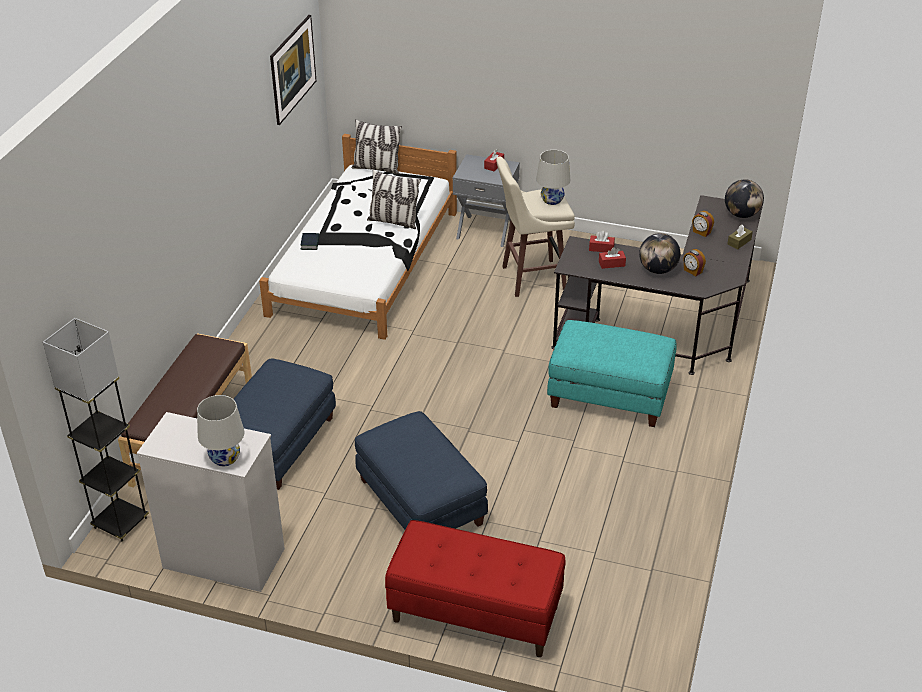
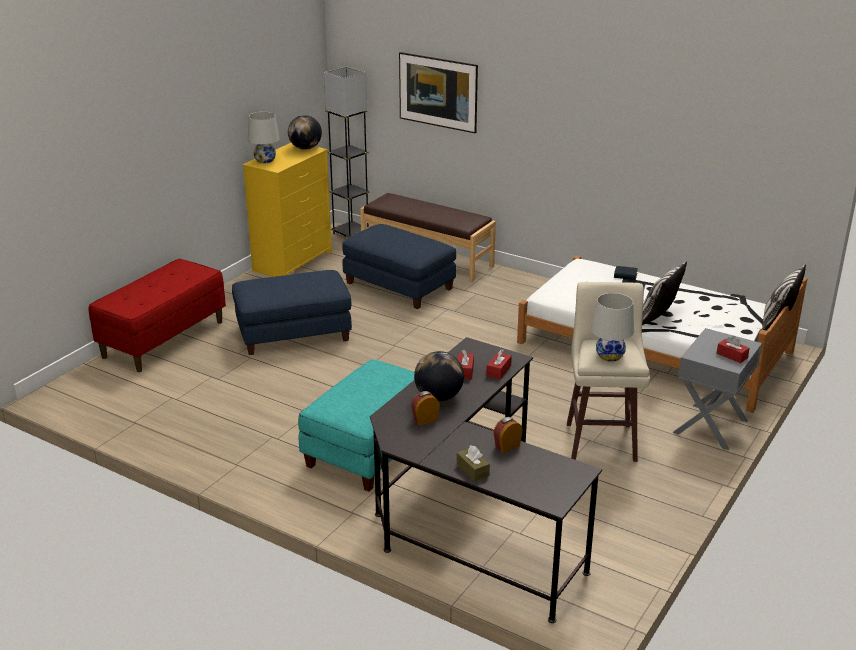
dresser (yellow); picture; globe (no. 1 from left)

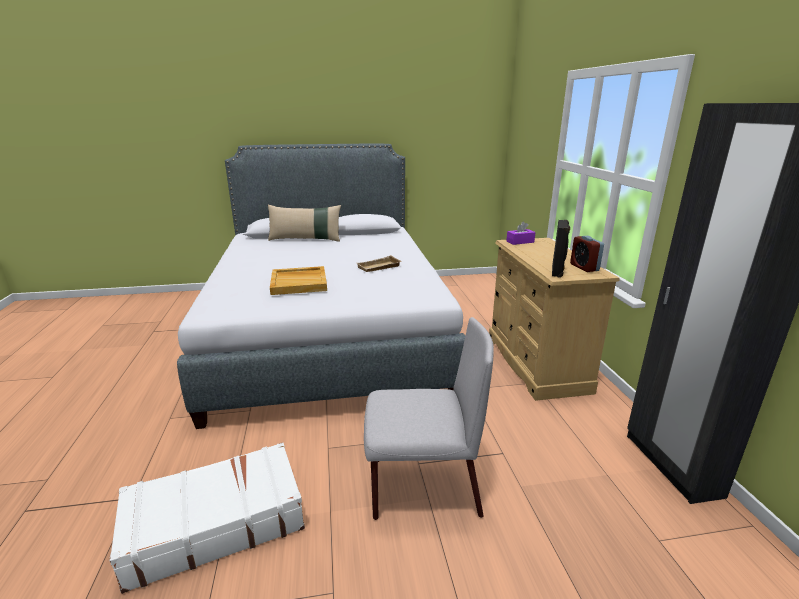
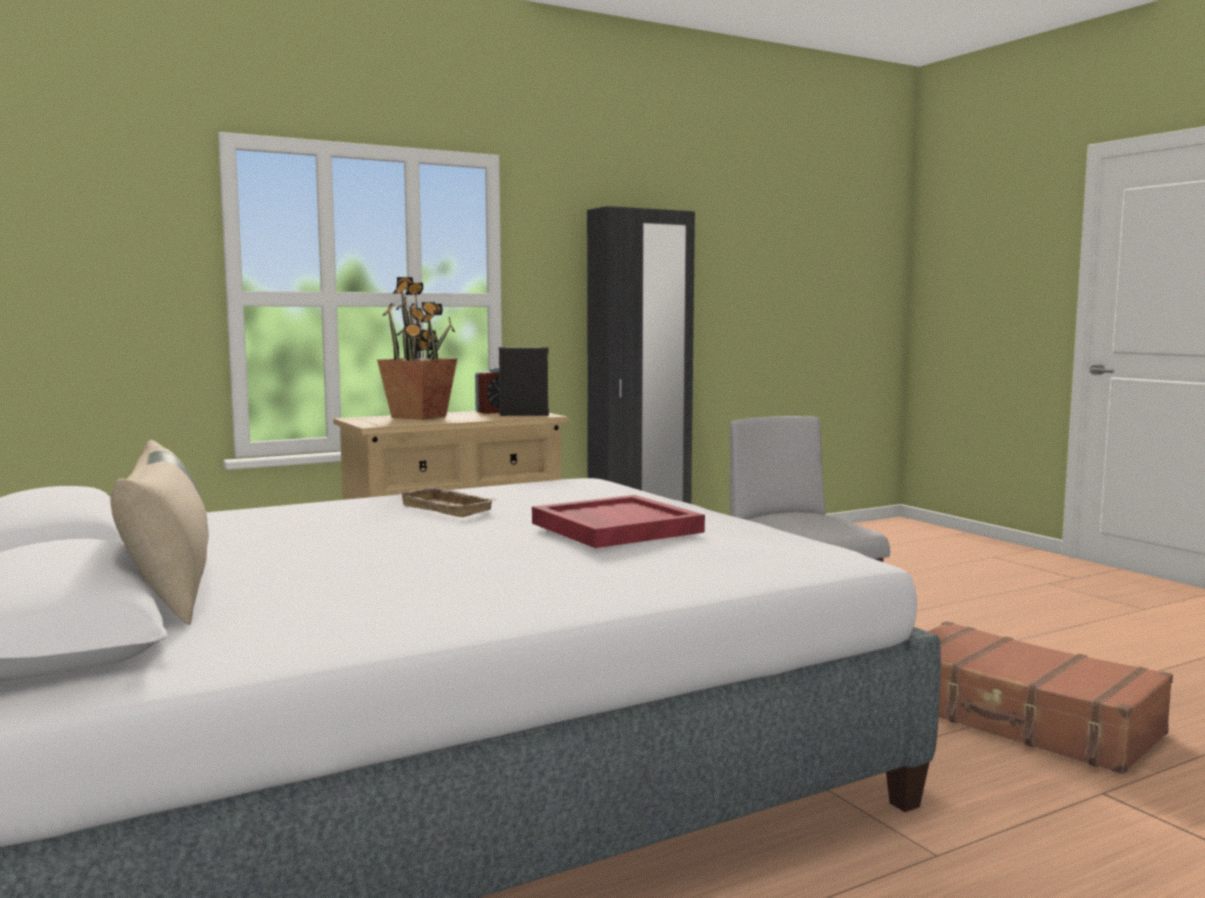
suitcase (brown); tray (red); tissue box (purple); potted plant

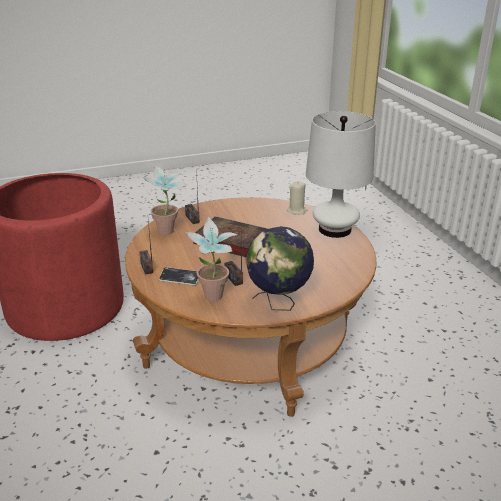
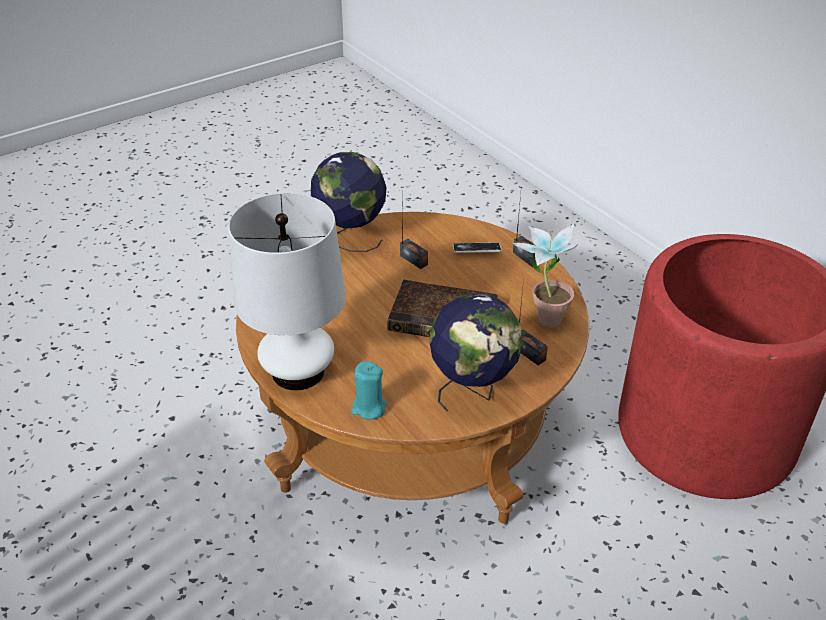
potted plant (no. 2 from left in the first image); candle (turquoise); globe (no. 2 from left)

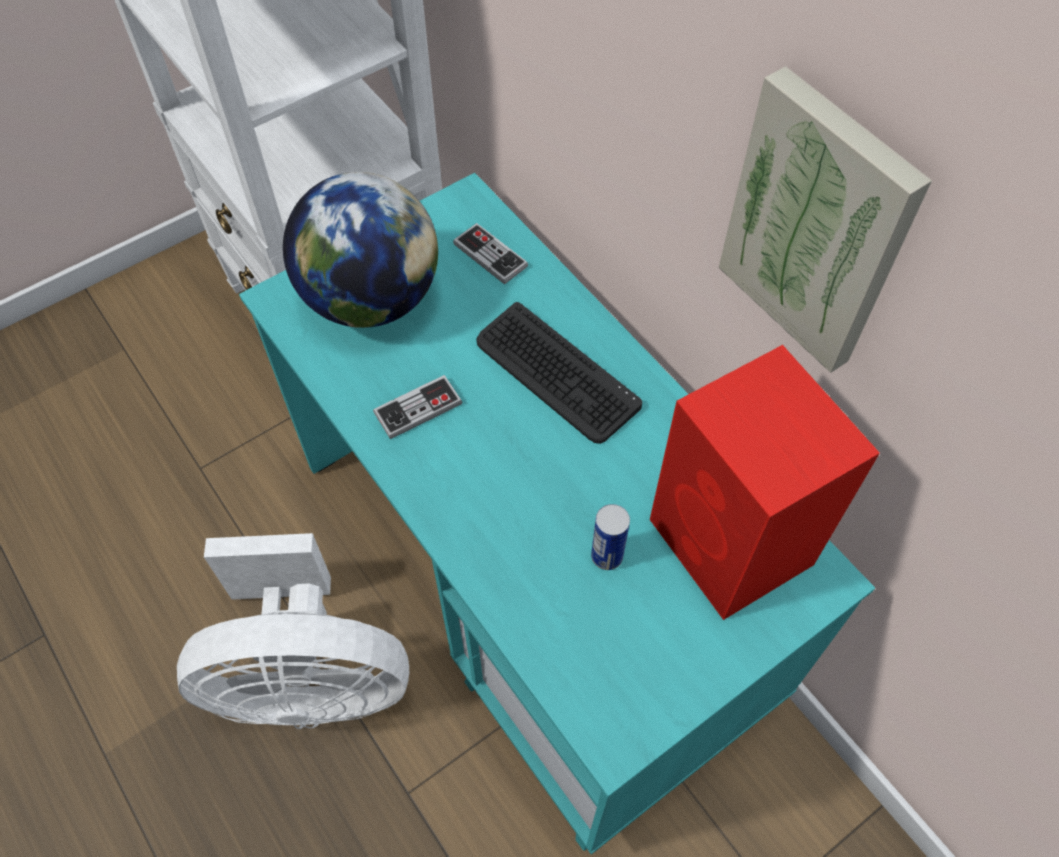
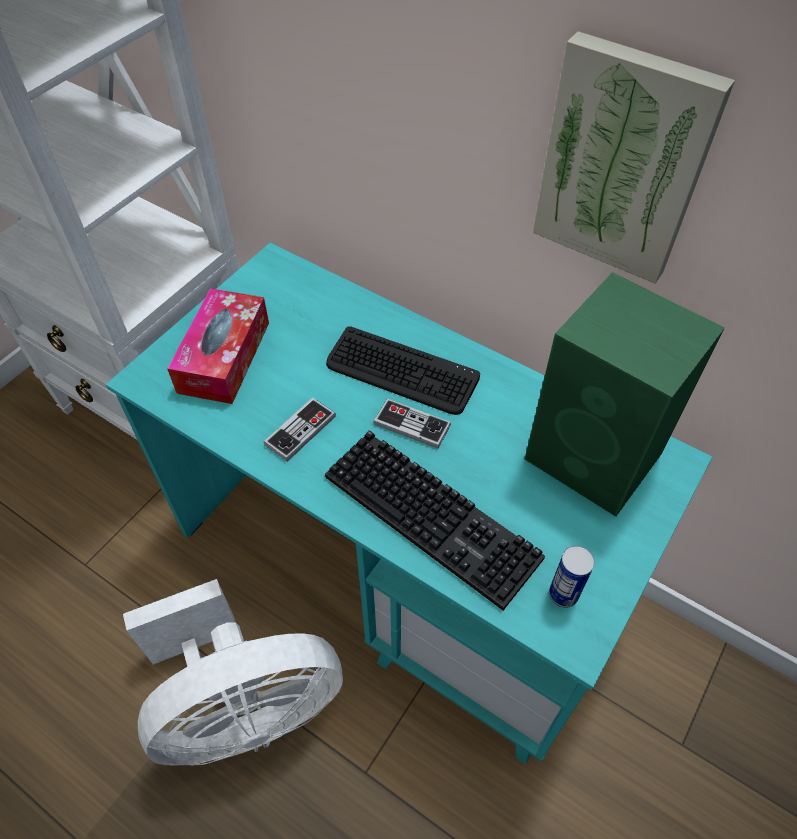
tissue box; game controller (no. 2 from left); can; speaker (green); keyboard (no. 2 from left)

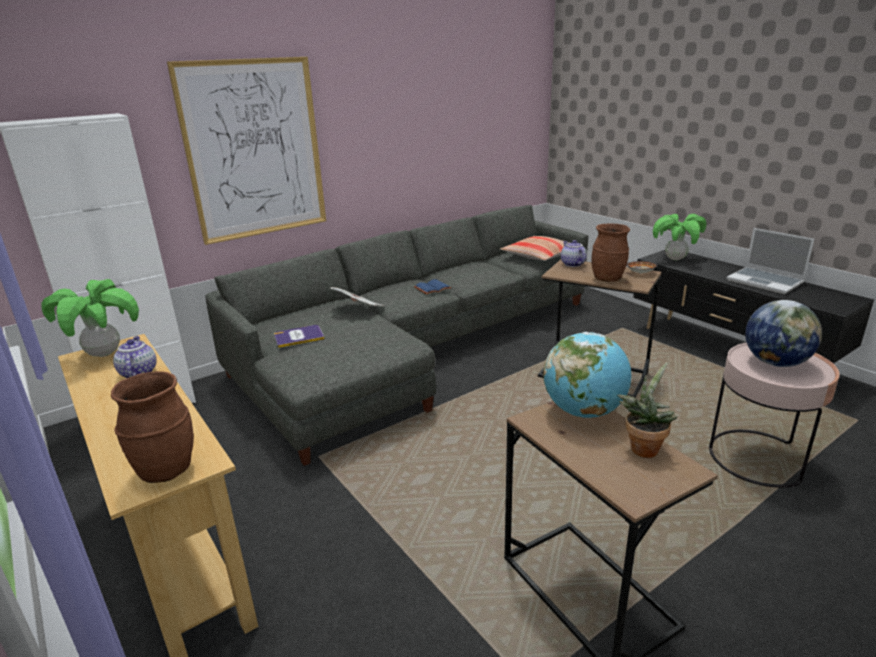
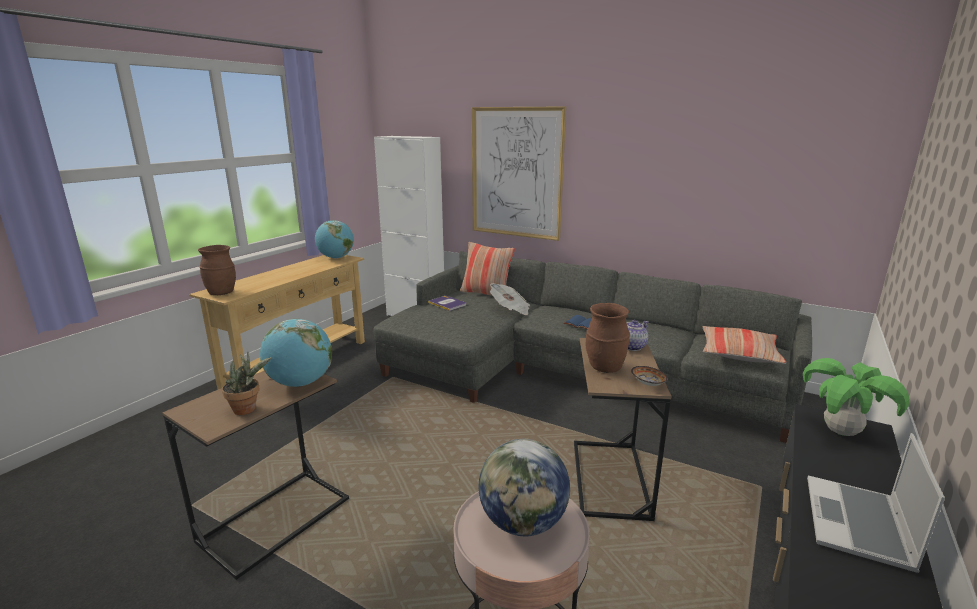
globe (no. 2 from left); teapot (no. 1 from left in the first image); pillow (no. 1 from left)

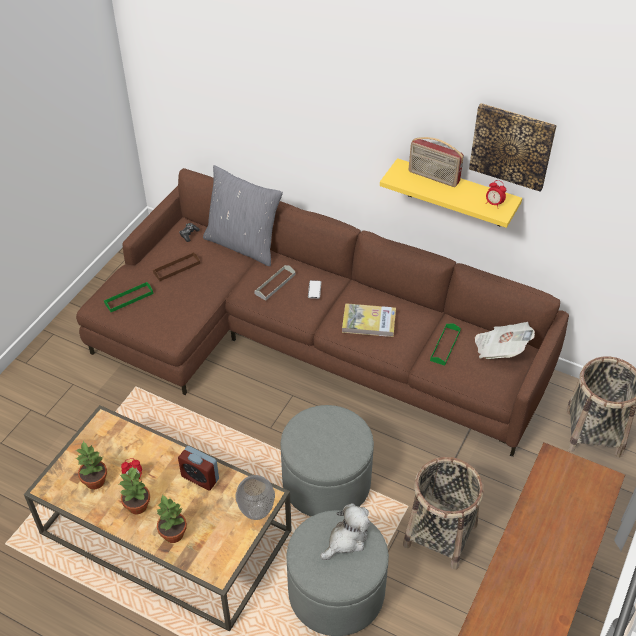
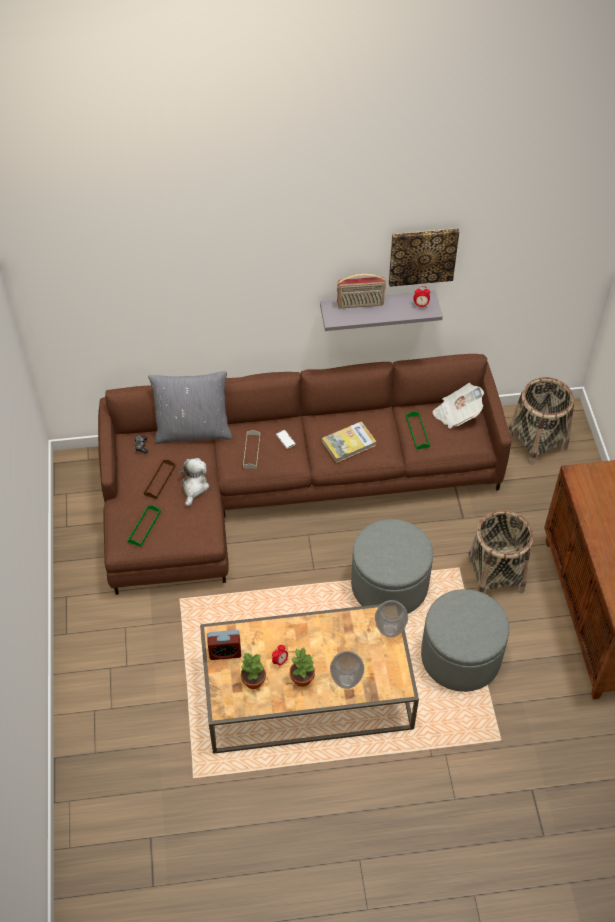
vase (no. 1 from left); alarm clock (no. 1 from left); plush toy; shelf (grey)

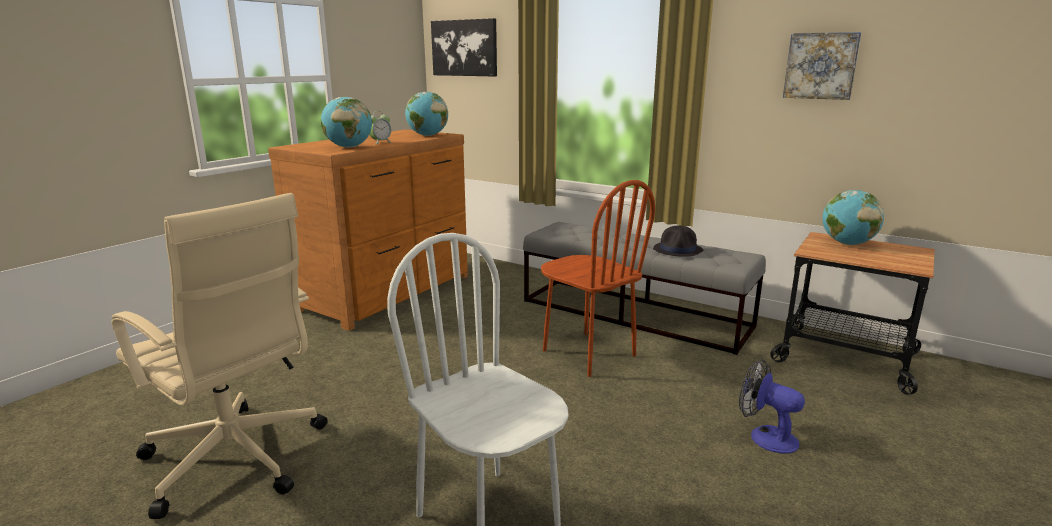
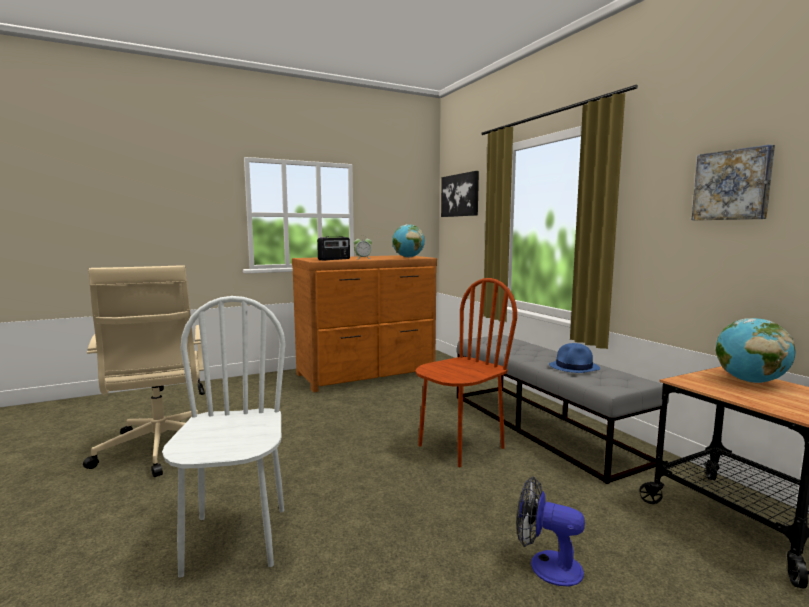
radio; chair (brown); hat (blue); fan

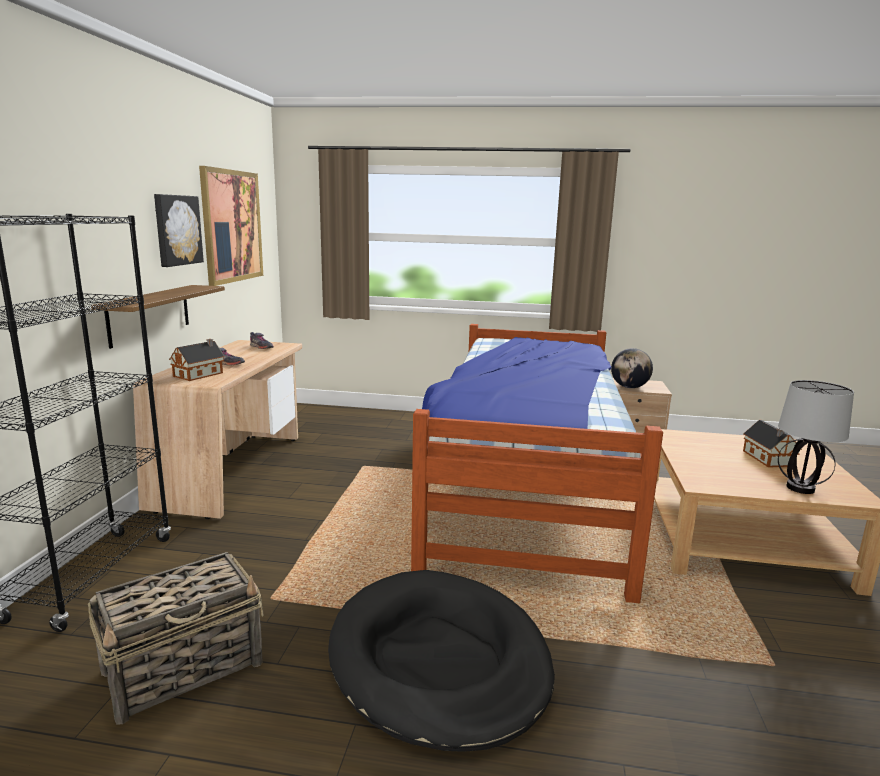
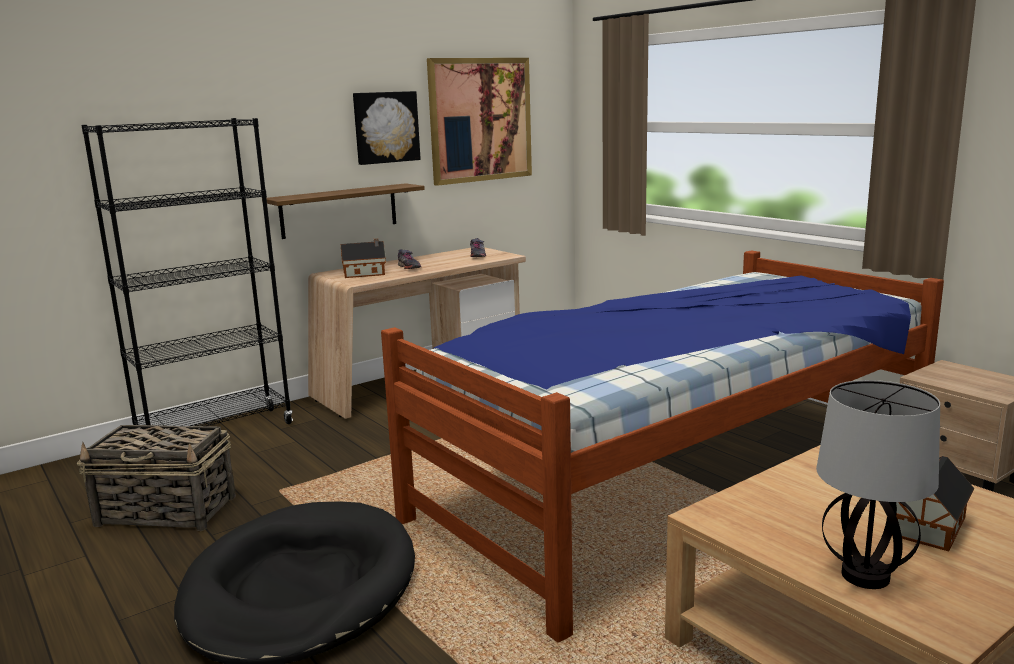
globe

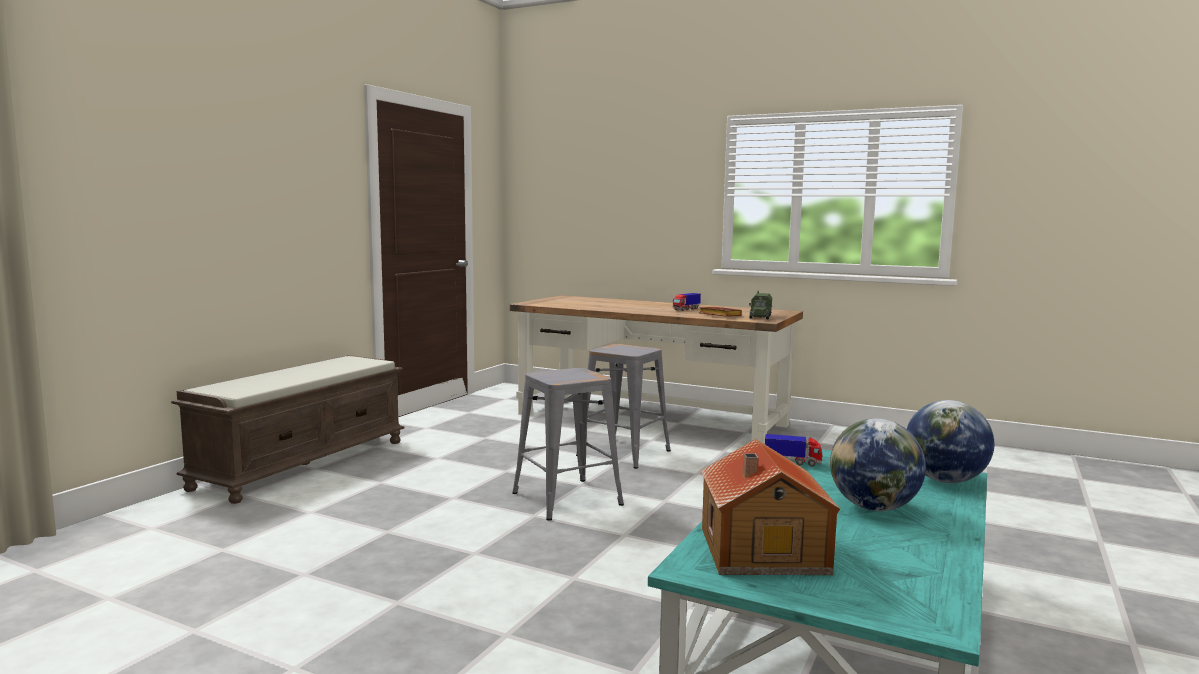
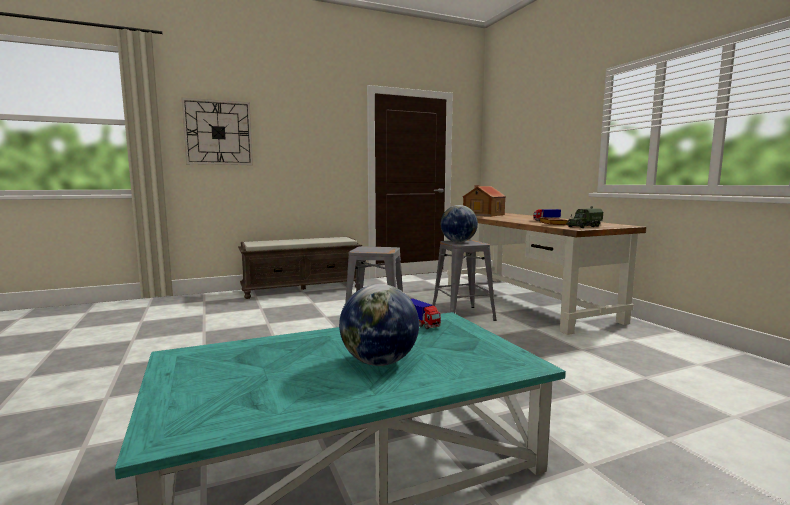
toy house; globe (no. 2 from left); wall clock

